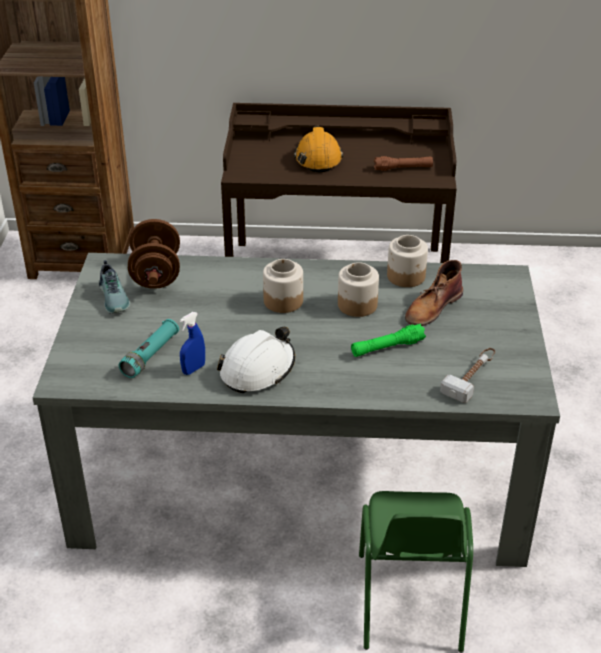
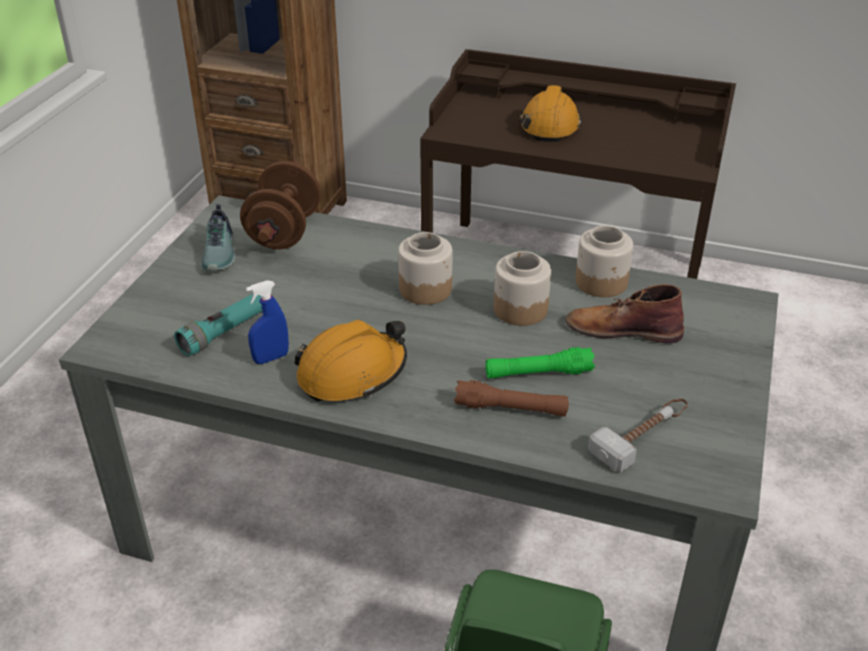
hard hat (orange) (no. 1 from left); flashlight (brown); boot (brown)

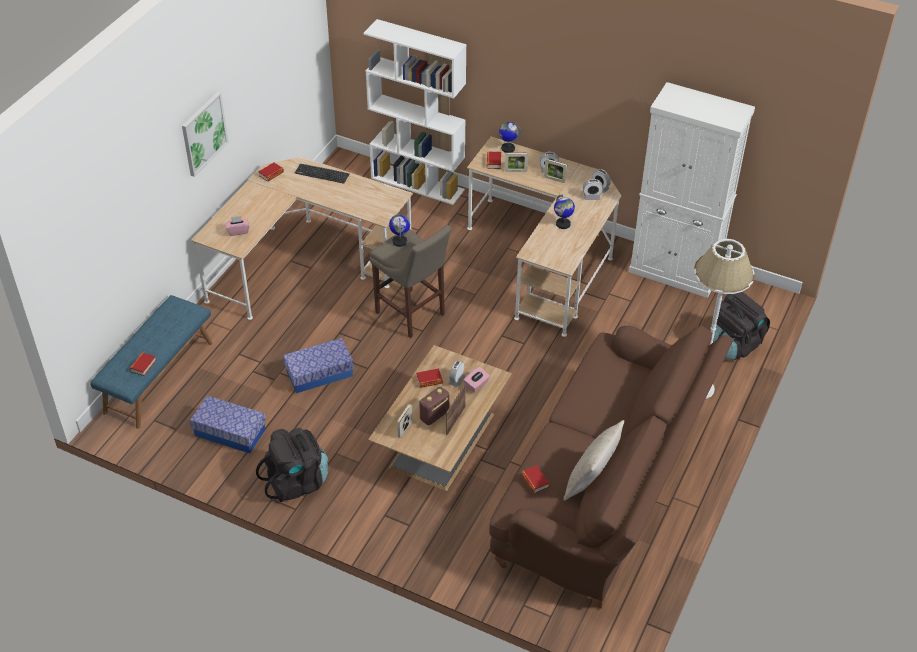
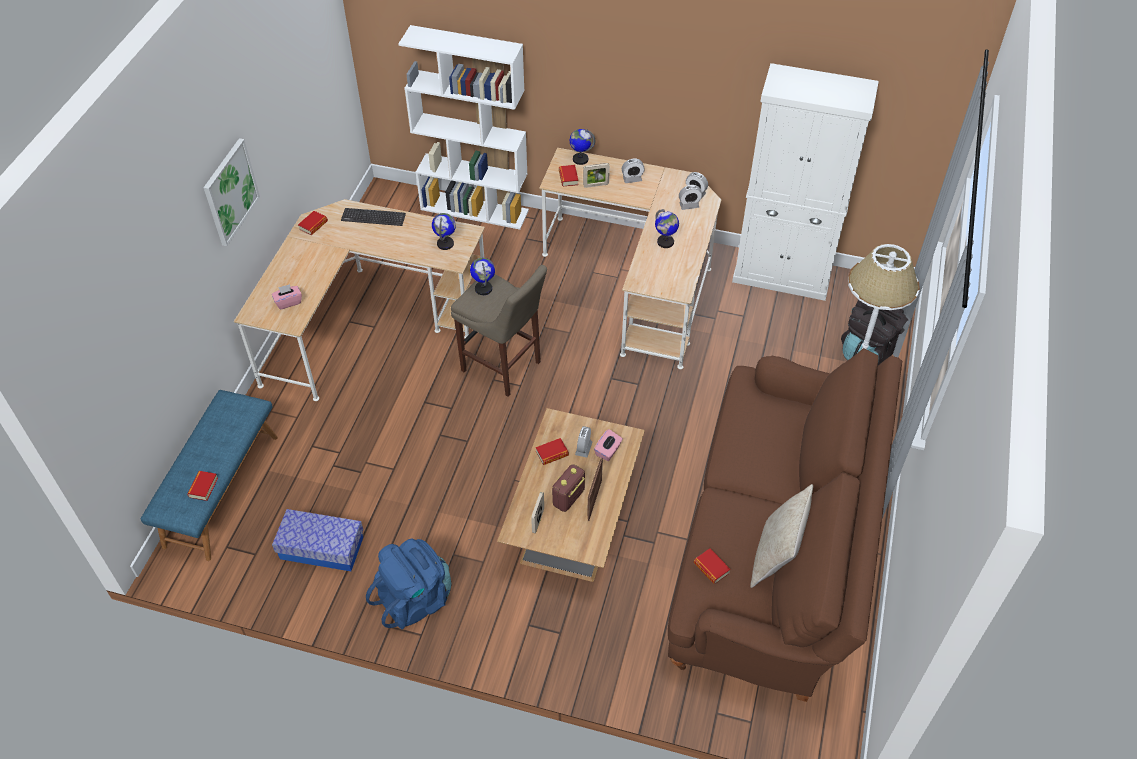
backpack (blue); storage box (no. 2 from left in the first image); picture frame (no. 4 from left in the first image); globe (no. 1 from left)

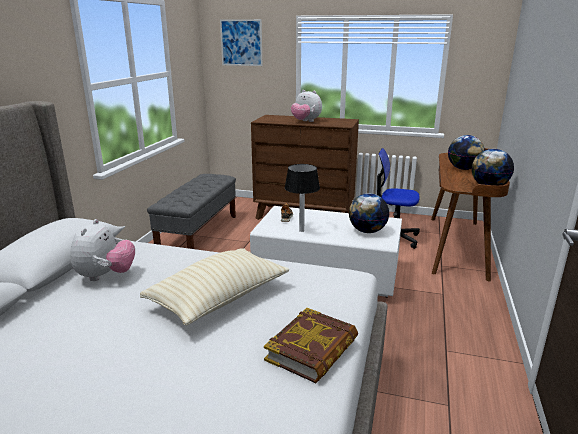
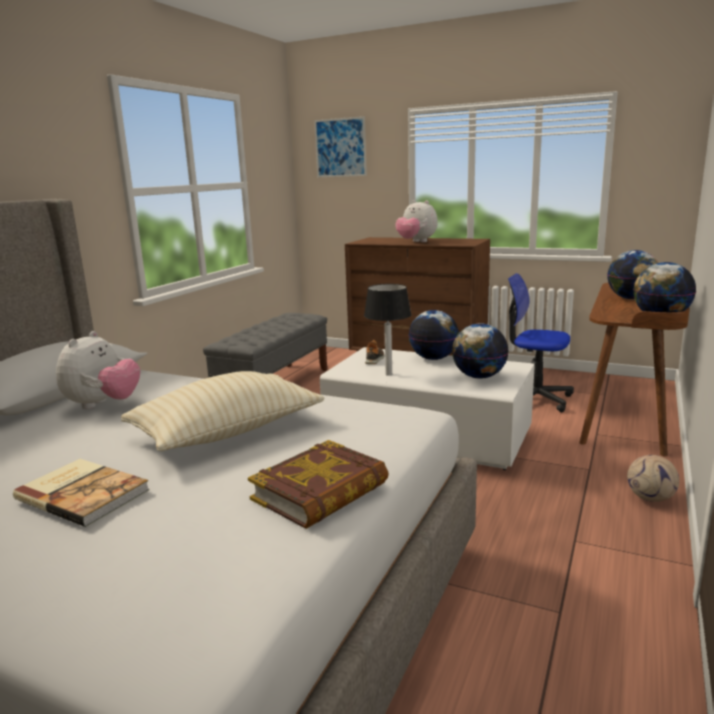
book (no. 1 from left); globe (no. 1 from left); football

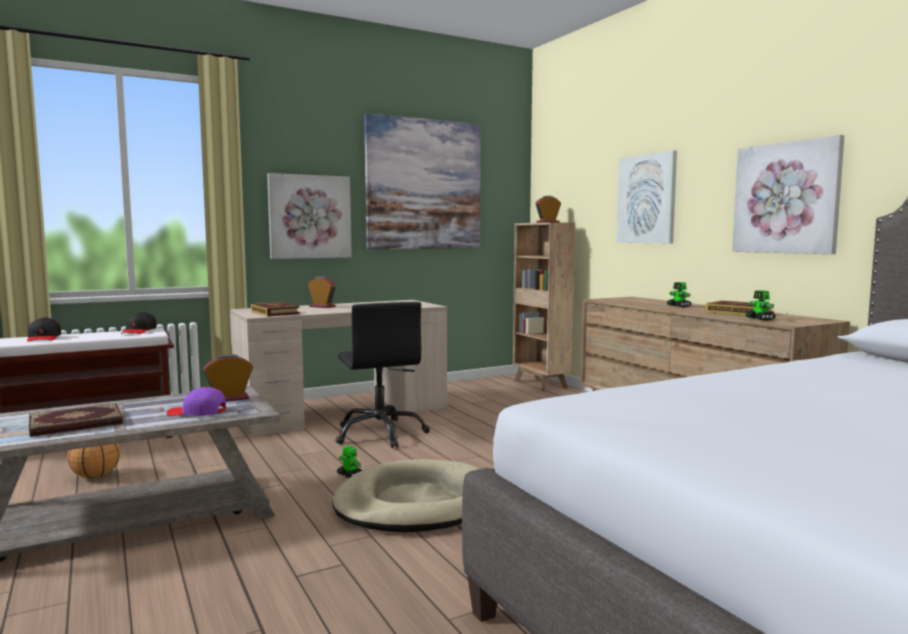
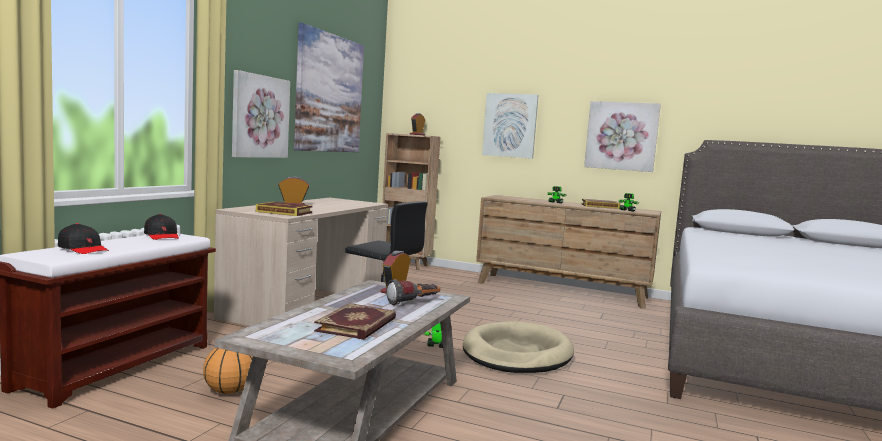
flashlight

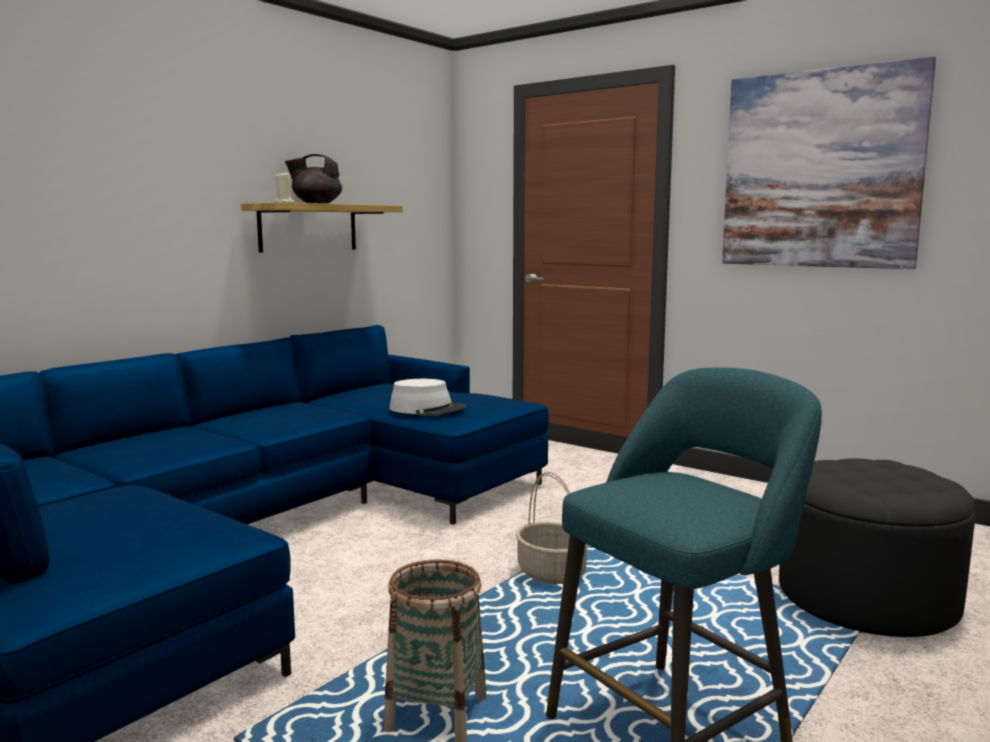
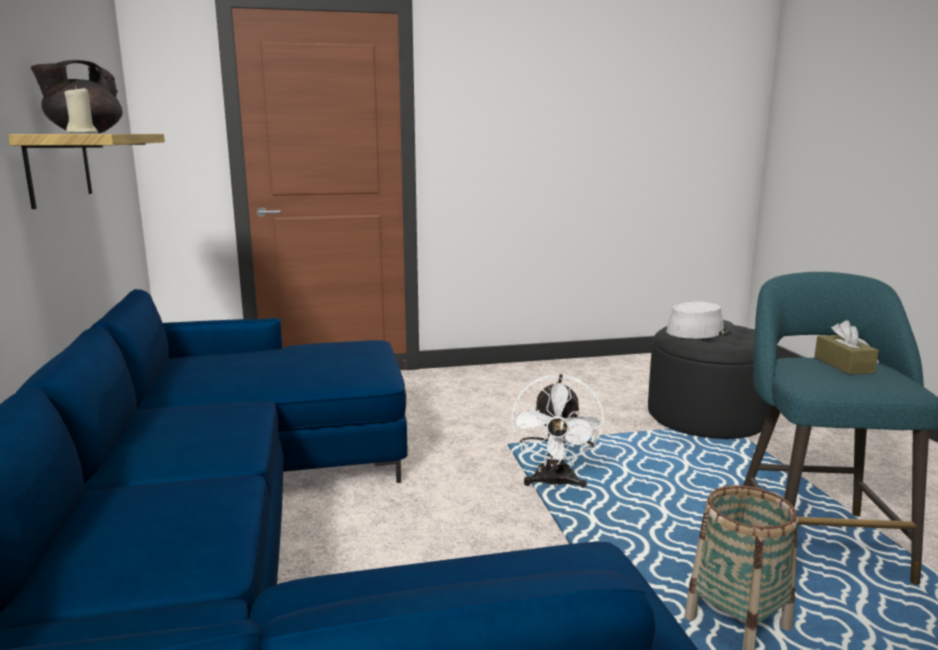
hat (grey); fan (white); picture; tissue box (brown)

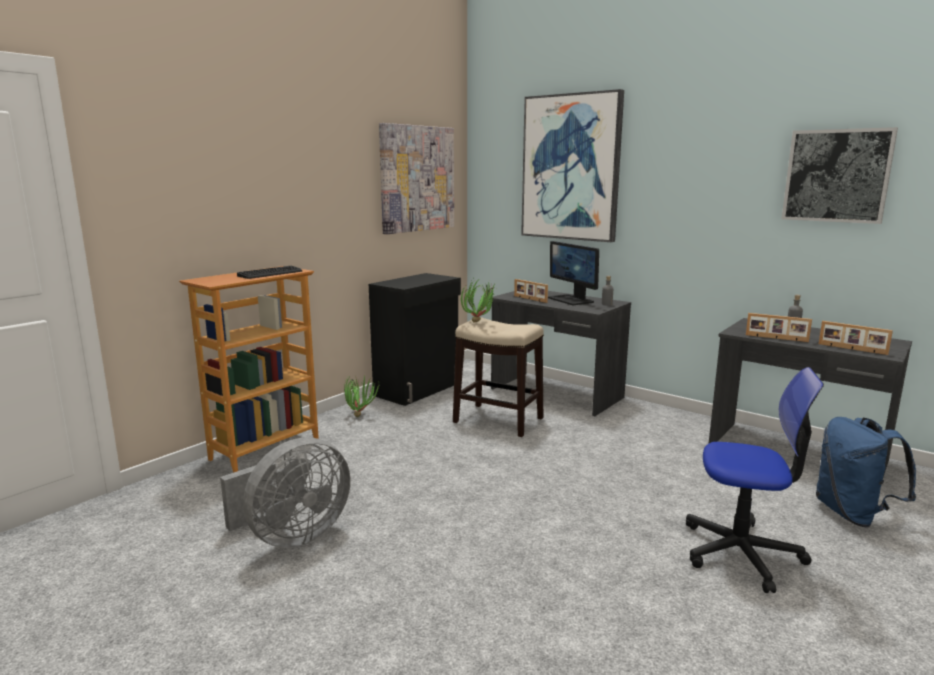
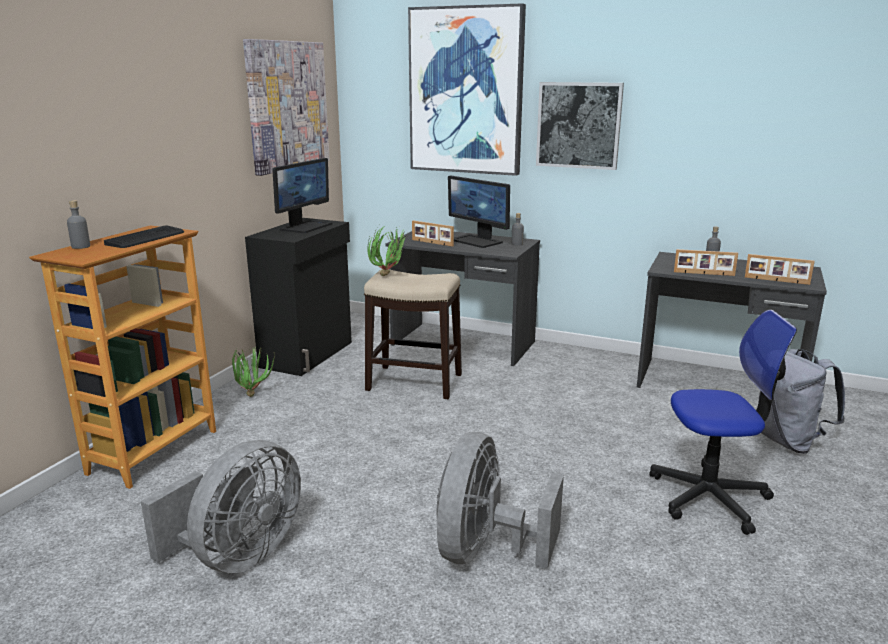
picture (no. 3 from left); backpack (grey); bottle (grey) (no. 1 from left); monitor (no. 1 from left); fan (grey) (no. 2 from left)

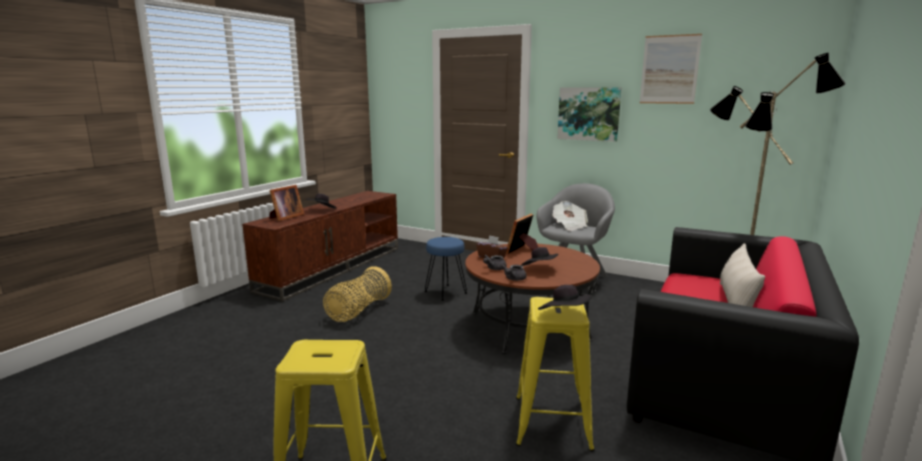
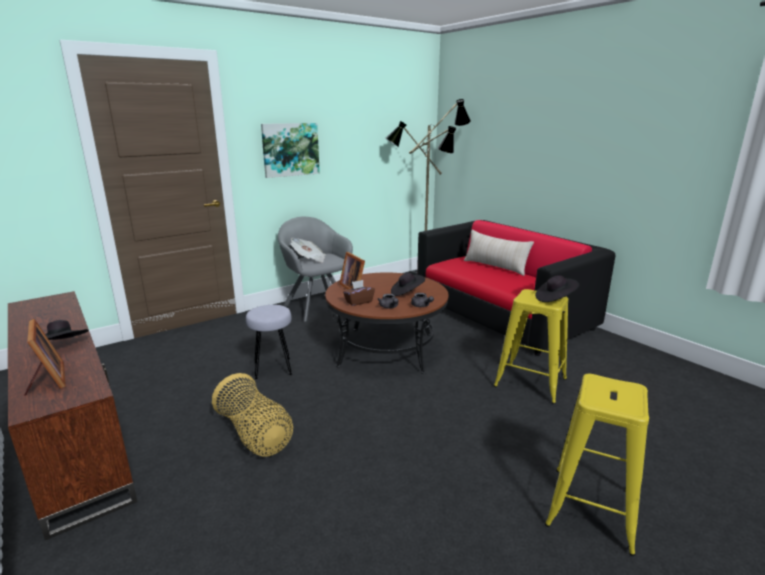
stool (grey); picture (no. 2 from left in the first image)

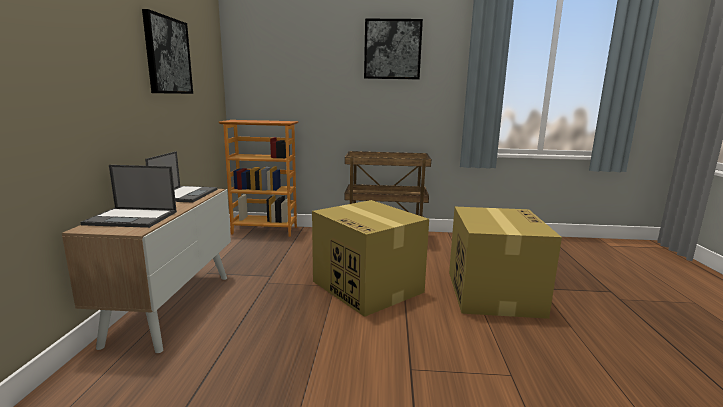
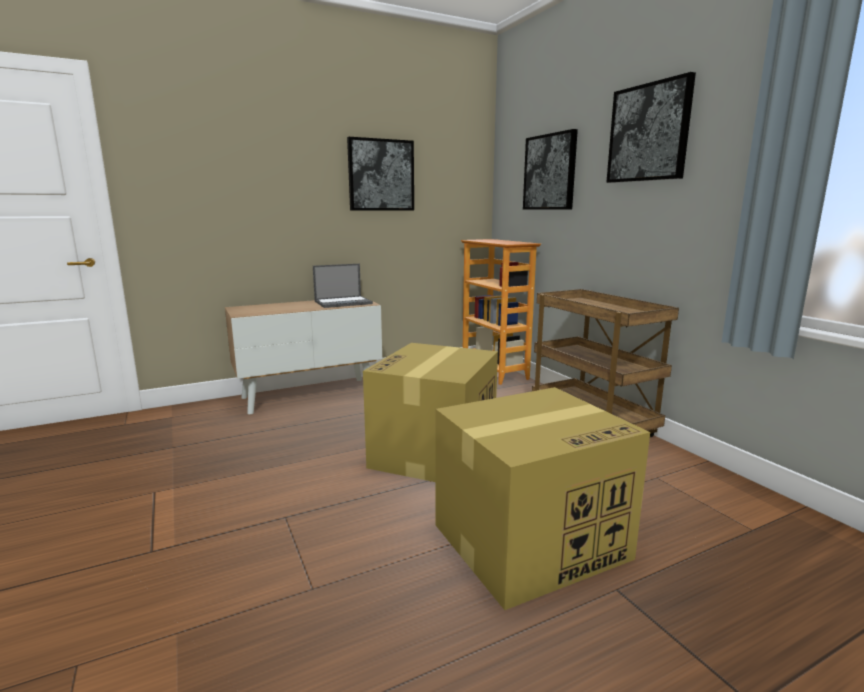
laptop (no. 1 from left in the first image); picture (no. 2 from left)

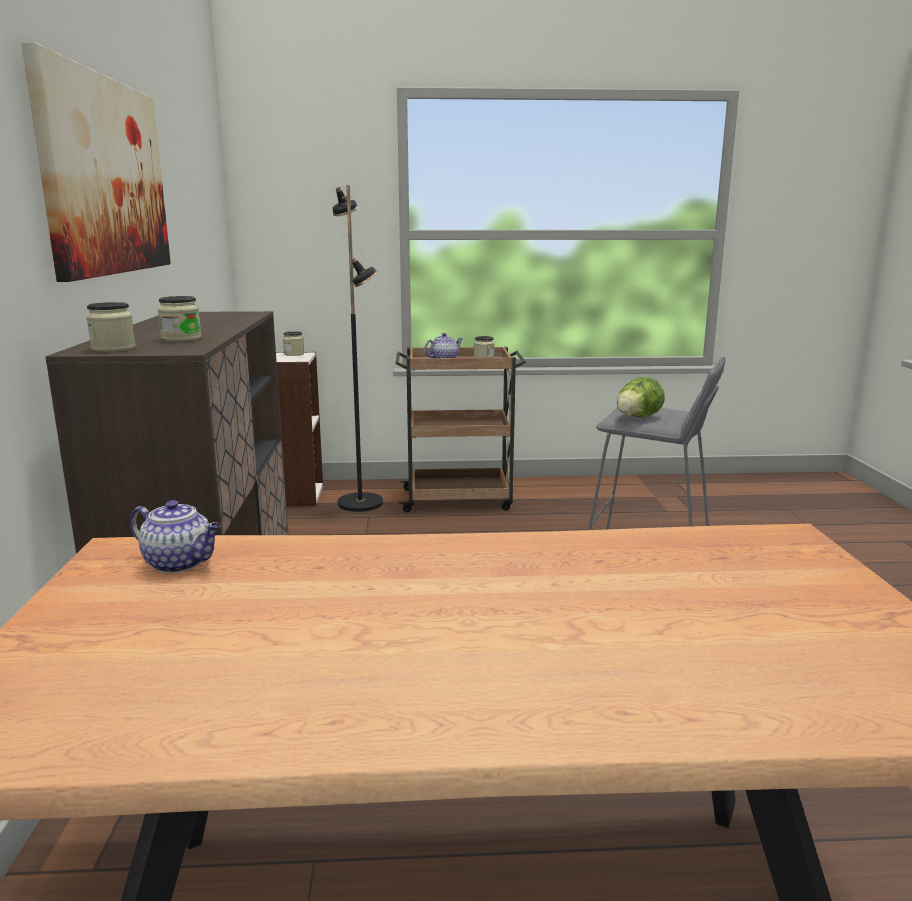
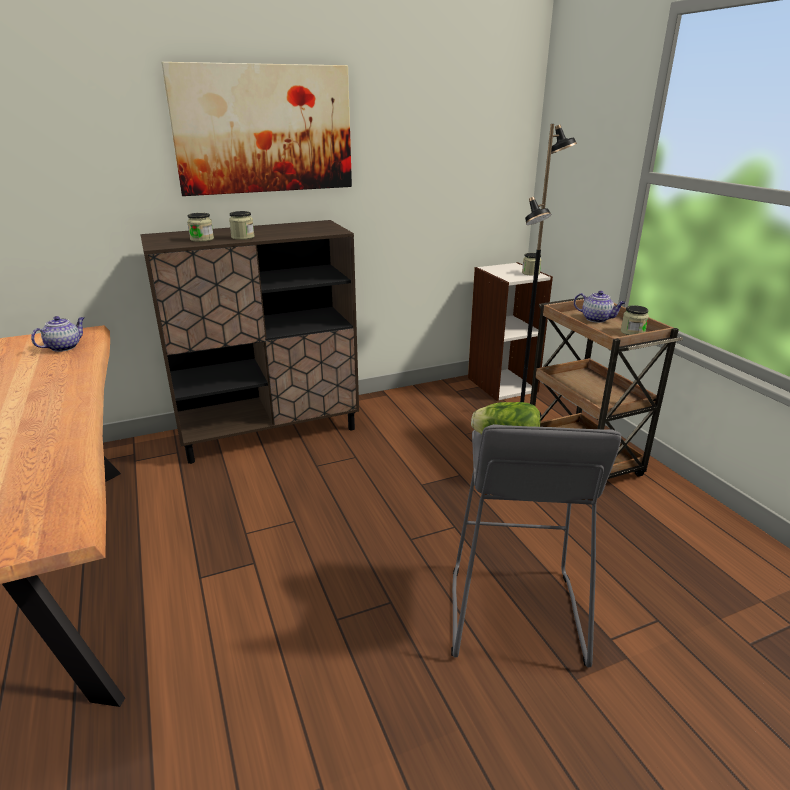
jar (no. 2 from left); teapot (no. 1 from left)

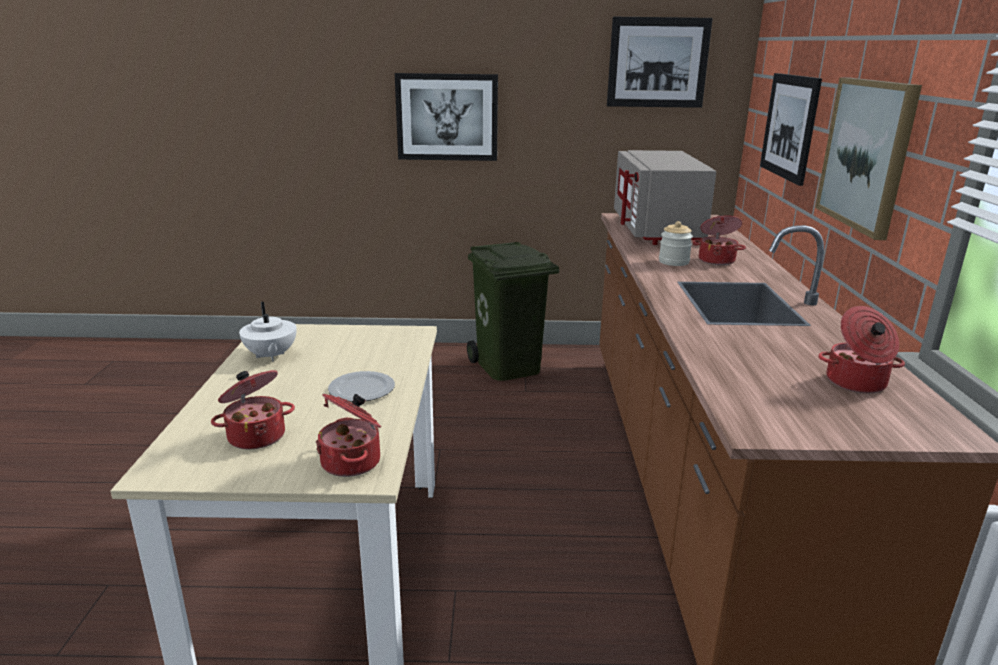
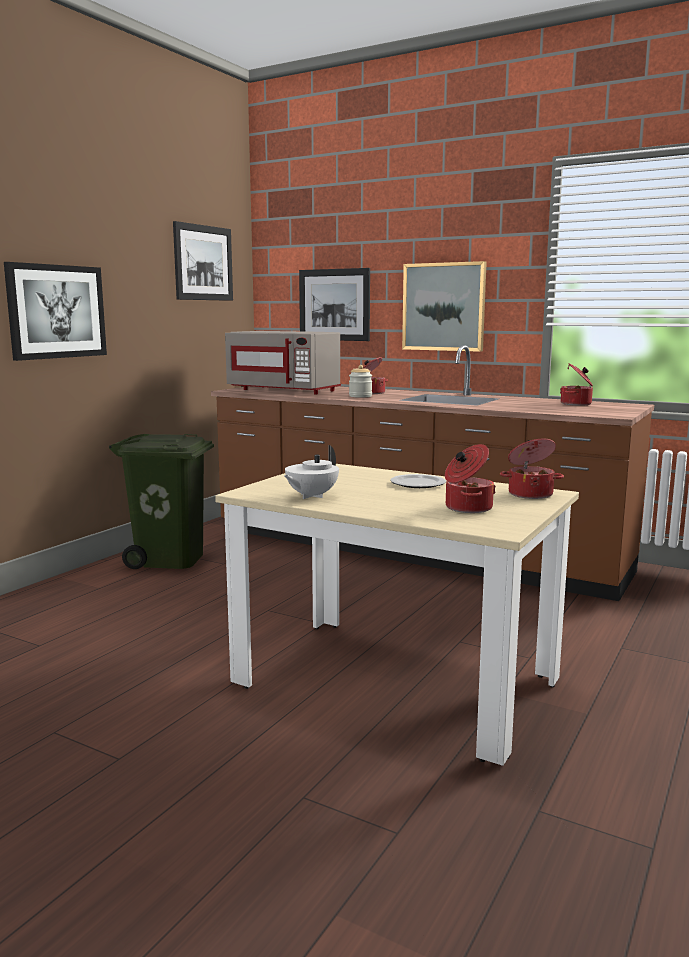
teapot (white)

